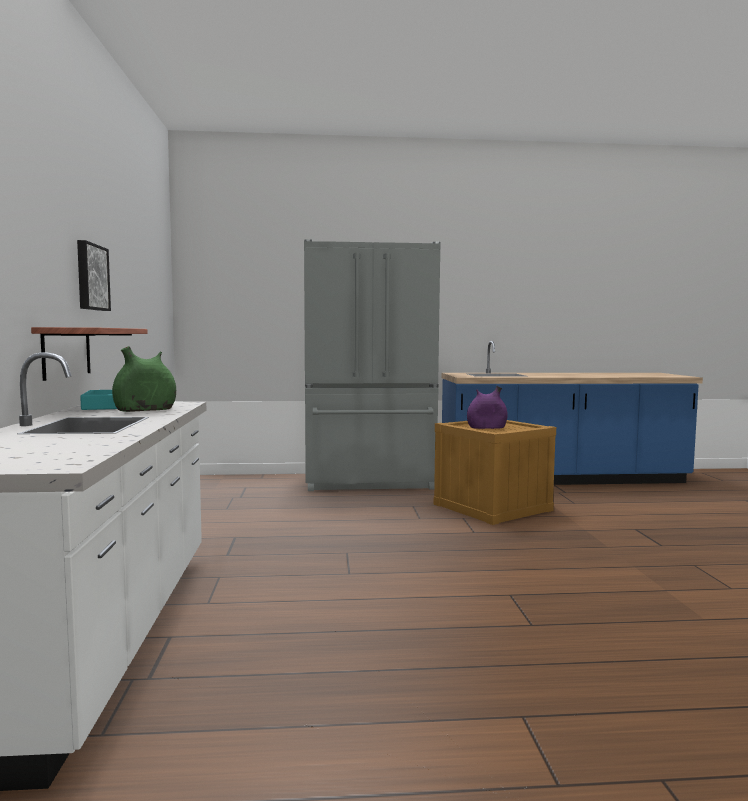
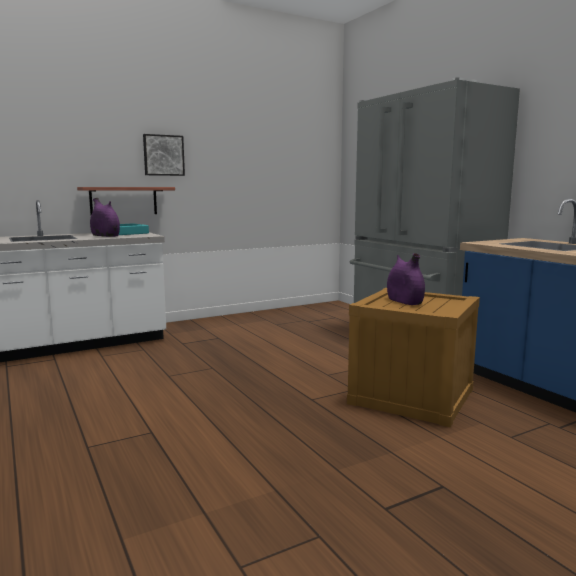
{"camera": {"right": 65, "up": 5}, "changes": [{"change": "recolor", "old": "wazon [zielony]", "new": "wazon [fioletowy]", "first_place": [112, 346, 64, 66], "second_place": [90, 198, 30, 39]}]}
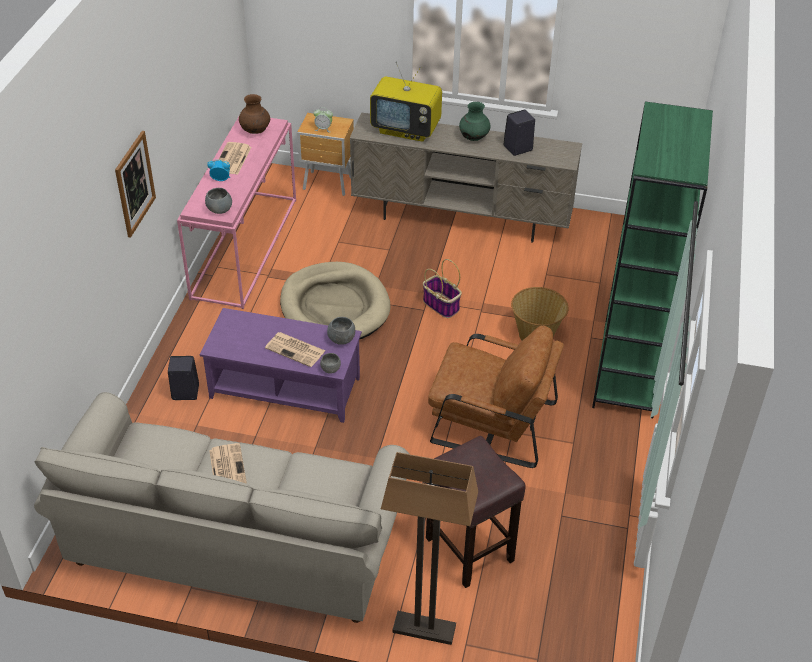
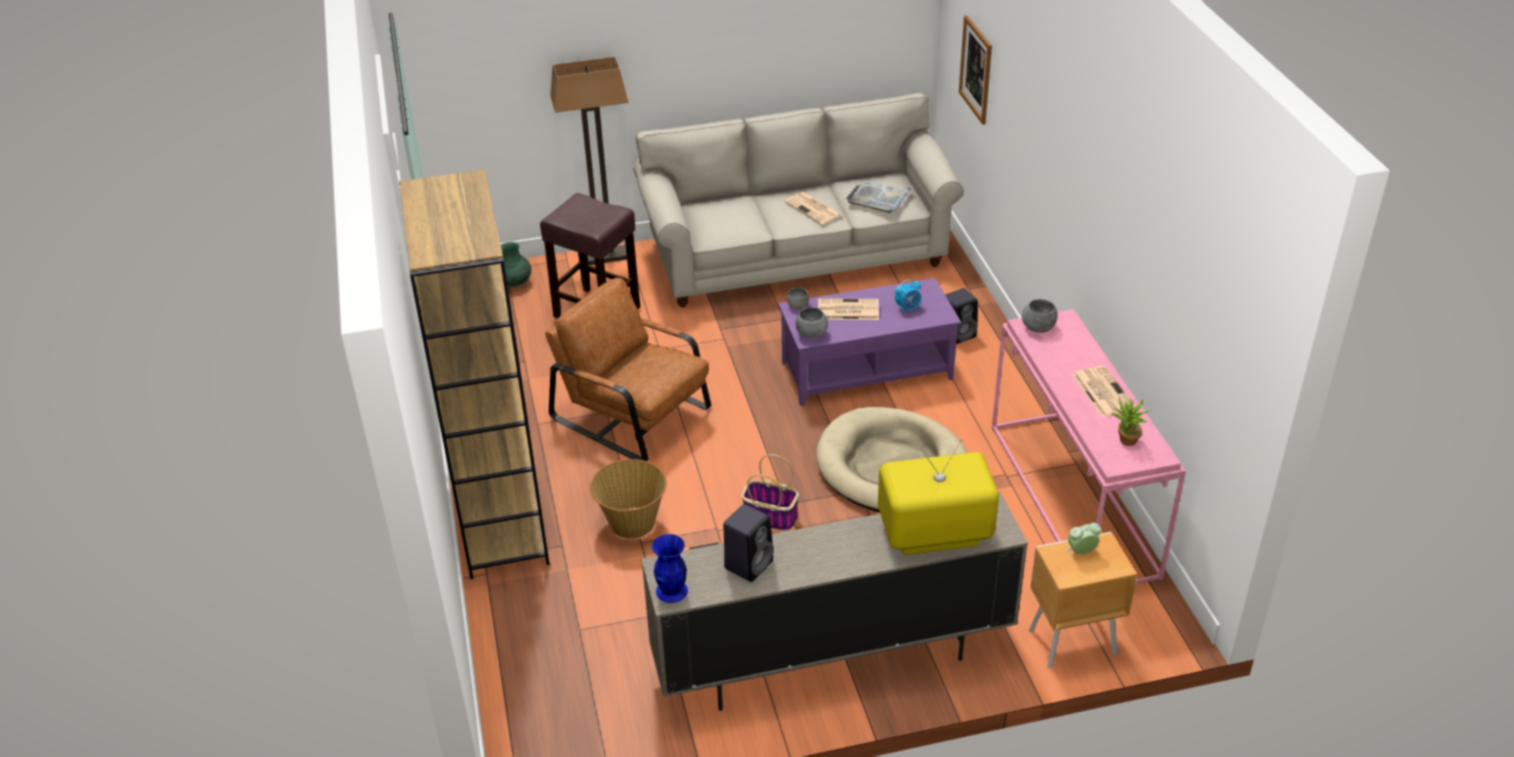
{"camera": {"right": 155, "up": -5}, "changes": [{"change": "recolor", "old": "regał [zielony]", "new": "regał [brązowy]", "first_place": [592, 101, 121, 317], "second_place": [399, 169, 151, 410]}, {"change": "move", "old": "wazon [zielony]", "first_place": [459, 102, 31, 39], "second_place": [501, 242, 30, 45]}, {"change": "rotate", "old": "fotel [brązowy]", "first_place": [428, 326, 136, 142], "second_place": [545, 278, 166, 183], "degrees": 45}, {"change": "insert", "new": "wazon [niebieski]", "second_place": [652, 534, 36, 69]}, {"change": "insert", "new": "taca [szary]", "second_place": [846, 182, 67, 31]}, {"change": "move", "old": "budzik", "first_place": [207, 160, 23, 21], "second_place": [895, 279, 26, 34]}, {"change": "move", "old": "obraz", "first_place": [115, 131, 41, 107], "second_place": [959, 15, 33, 110]}, {"change": "replace", "old": "wazon [brązowy]", "new": "roślina doniczkowa", "first_place": [239, 94, 31, 40], "second_place": [1112, 399, 40, 47]}]}
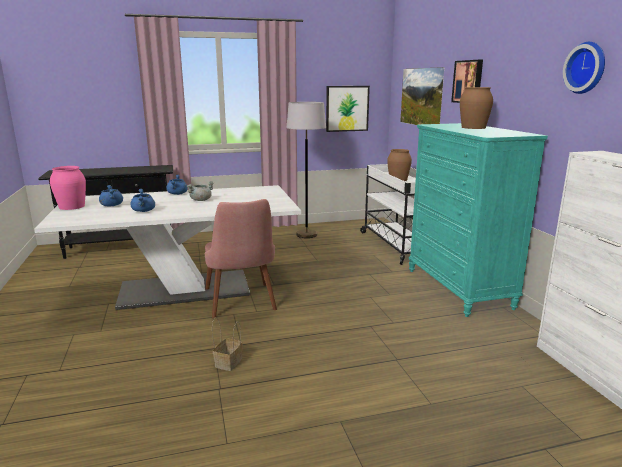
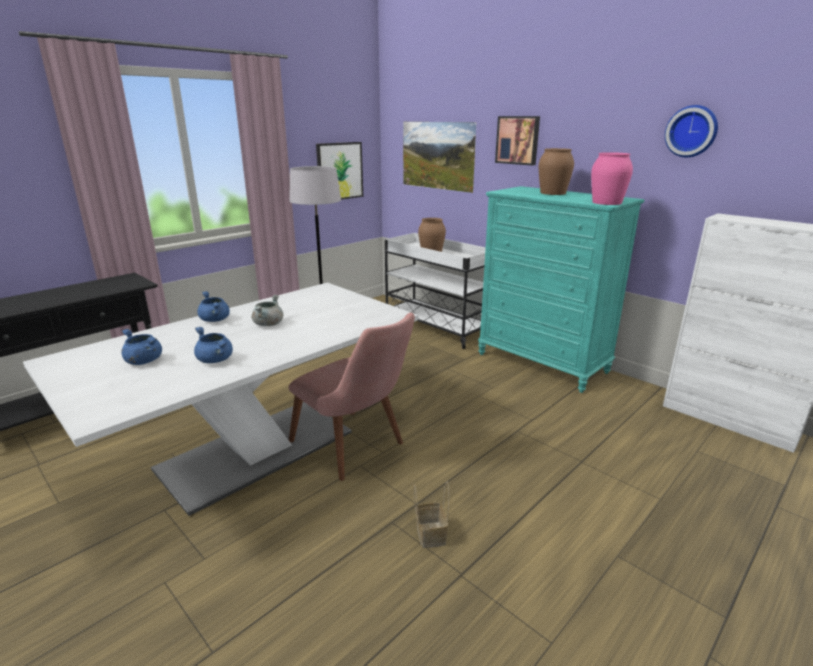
{"camera": {"right": -30, "up": 5}, "changes": [{"change": "move", "old": "wazon [różowy]", "first_place": [50, 166, 36, 44], "second_place": [591, 152, 42, 53]}]}
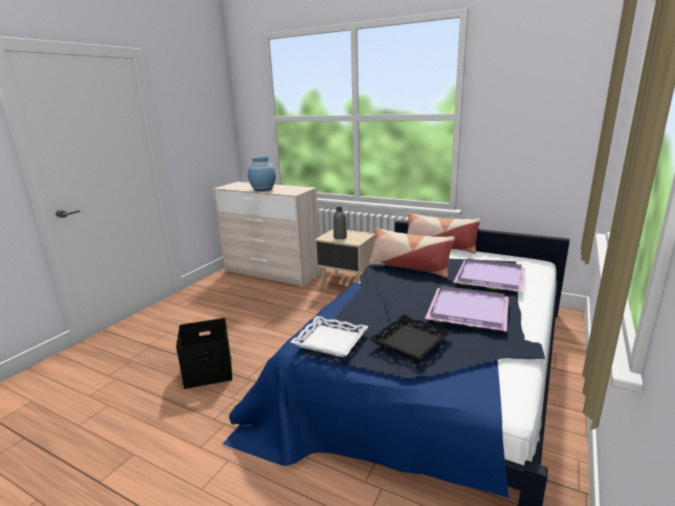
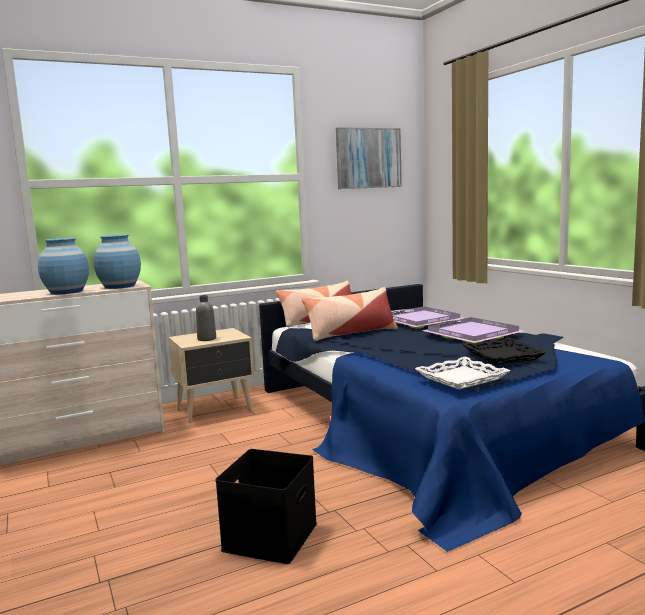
{"camera": {"right": -55, "up": -10}, "changes": [{"change": "insert", "new": "wazon [niebieski]", "second_place": [94, 234, 47, 55]}, {"change": "insert", "new": "obraz", "second_place": [336, 127, 66, 62]}]}
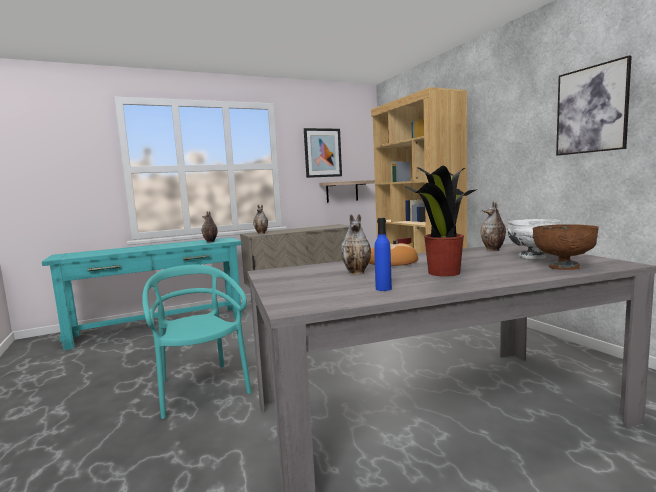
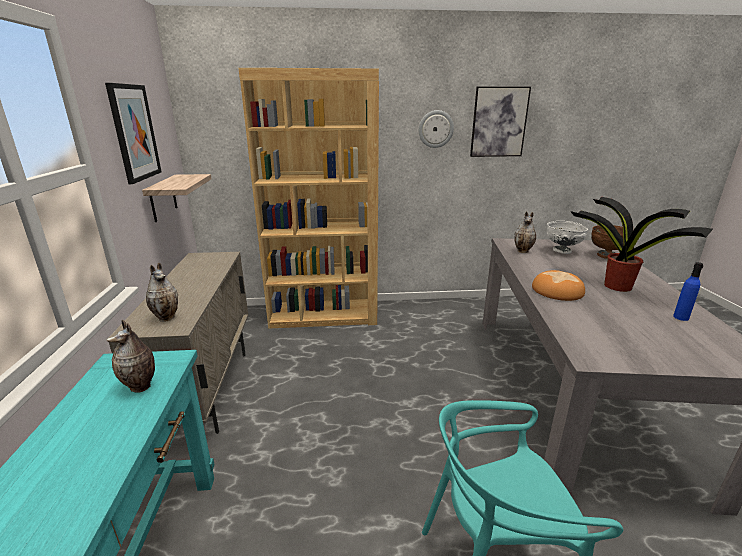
{"camera": {"right": -70, "up": 15}, "changes": [{"change": "insert", "new": "zegar ścienny", "second_place": [419, 110, 35, 38]}, {"change": "delete", "old": "wazon", "first_place": [341, 214, 30, 61]}]}
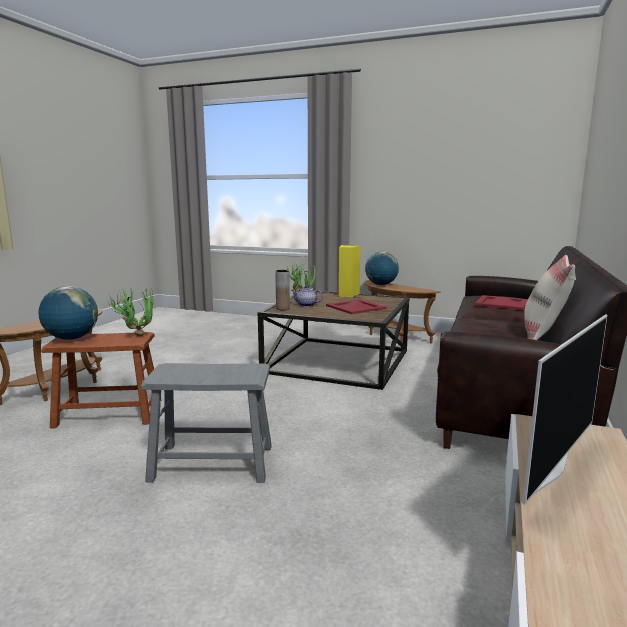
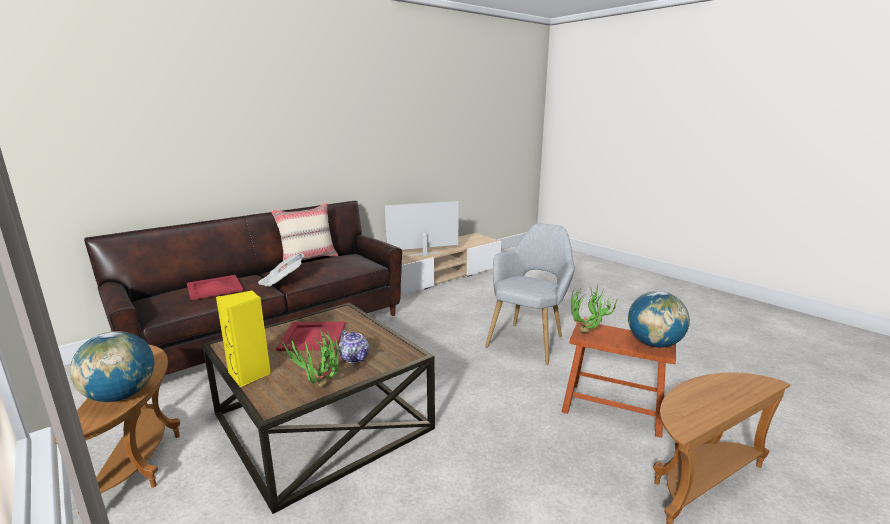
{"camera": {"right": -150, "up": 5}, "changes": [{"change": "insert", "new": "gazeta", "second_place": [258, 253, 46, 34]}, {"change": "replace", "old": "stołek [szary]", "new": "fotel [szary]", "first_place": [141, 363, 131, 120], "second_place": [485, 223, 90, 142]}, {"change": "delete", "old": "wazon [brązowy]", "first_place": [275, 270, 15, 40]}]}
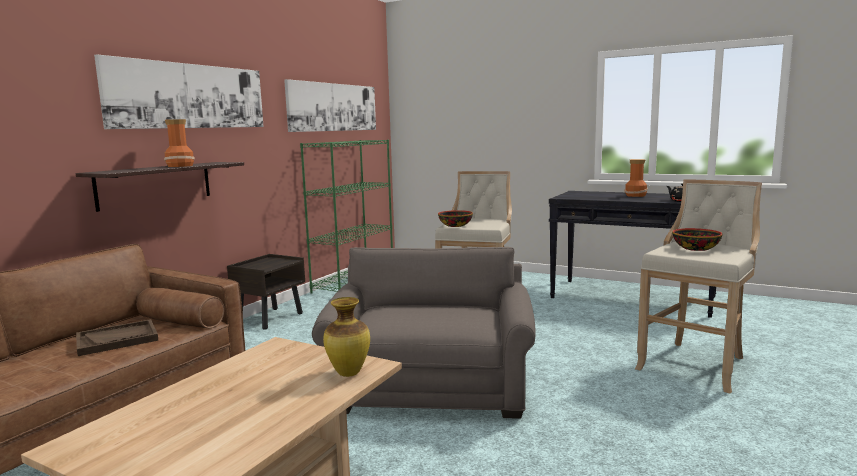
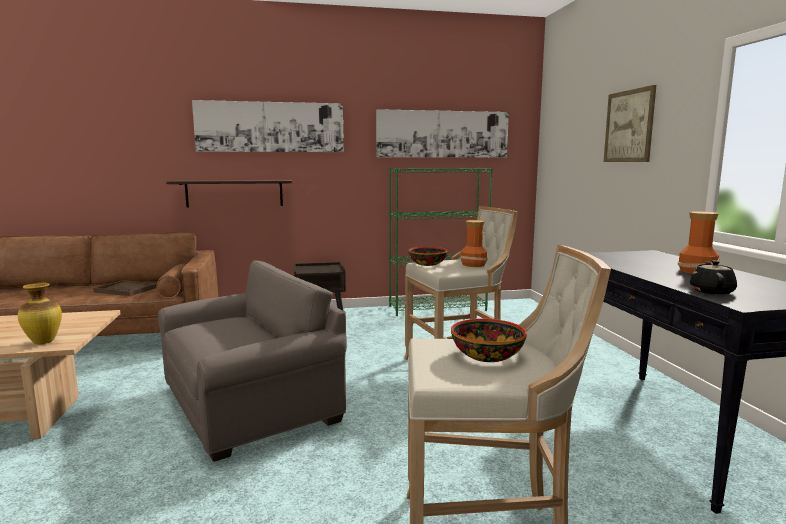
{"camera": {"right": 50, "up": 0}, "changes": [{"change": "move", "old": "wazon", "first_place": [164, 119, 31, 48], "second_place": [460, 220, 28, 47]}, {"change": "insert", "new": "obraz", "second_place": [604, 85, 52, 77]}]}
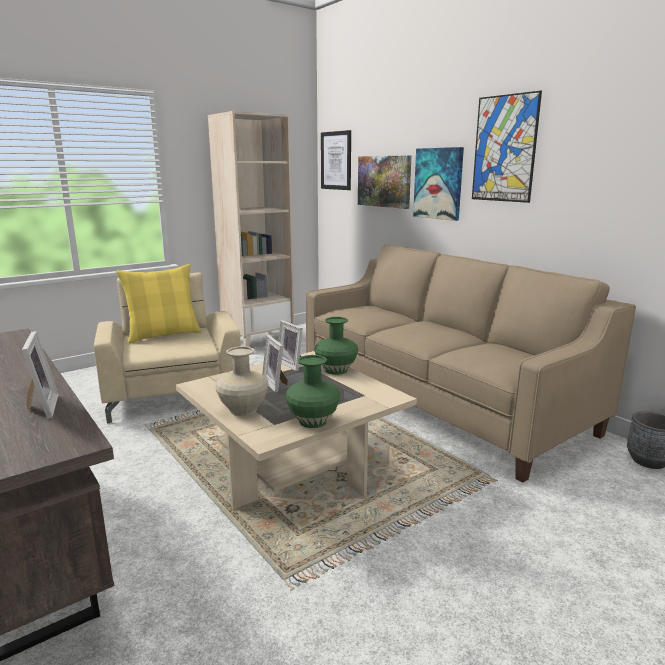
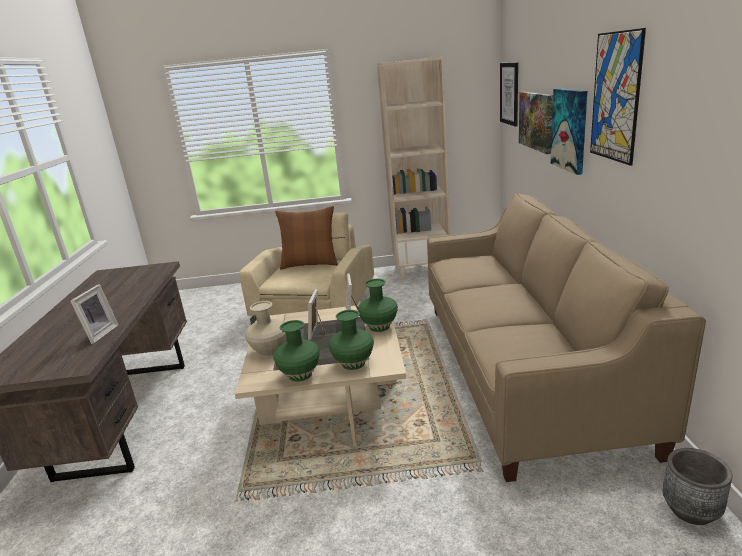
{"camera": {"right": 35, "up": 5}, "changes": [{"change": "recolor", "old": "poduszka [żółty]", "new": "poduszka [brązowy]", "first_place": [116, 264, 85, 79], "second_place": [275, 206, 63, 63]}, {"change": "insert", "new": "wazon [zielony]", "second_place": [329, 310, 45, 60]}]}
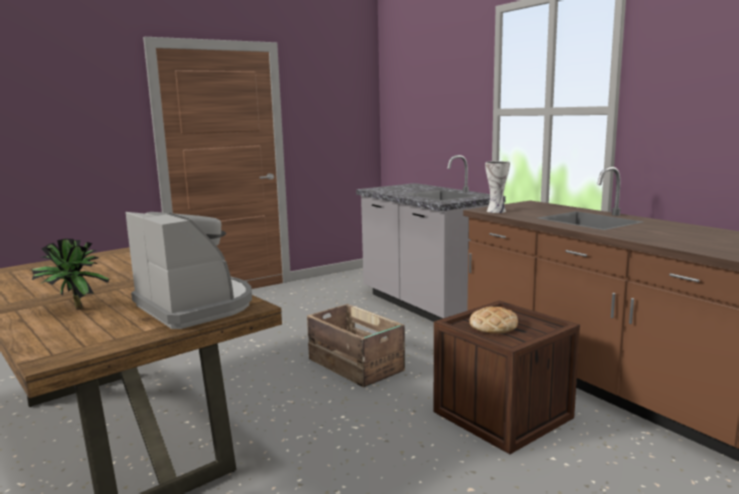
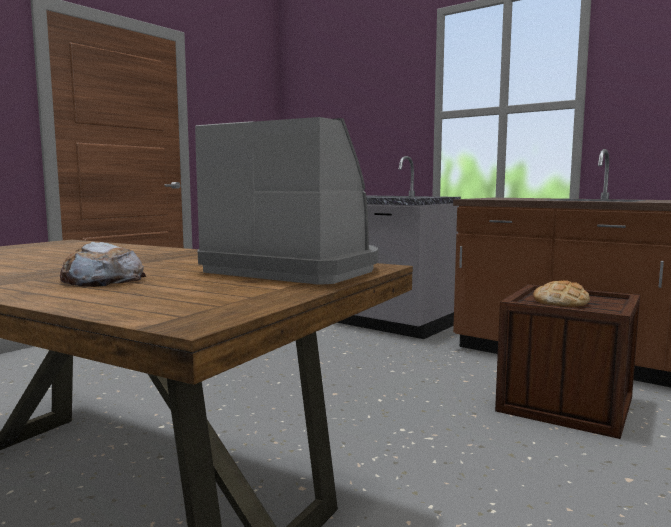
{"camera": {"right": -20, "up": -5}, "changes": [{"change": "replace", "old": "roślina doniczkowa", "new": "chleb", "first_place": [29, 239, 81, 71], "second_place": [60, 241, 86, 46]}, {"change": "delete", "old": "skrzynka", "first_place": [307, 304, 98, 84]}, {"change": "delete", "old": "wazon", "first_place": [485, 161, 25, 52]}]}
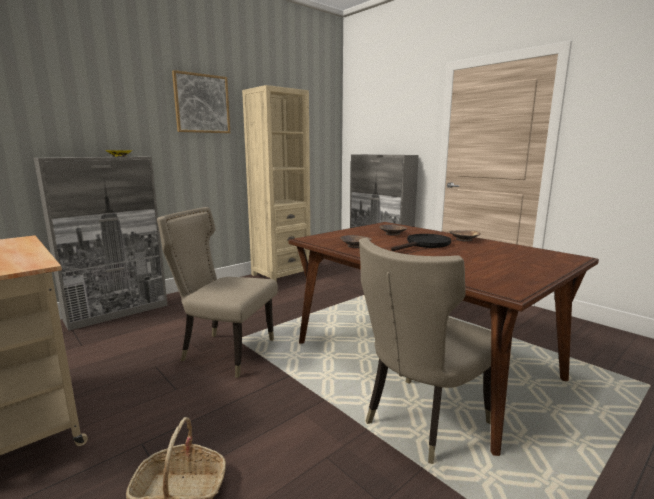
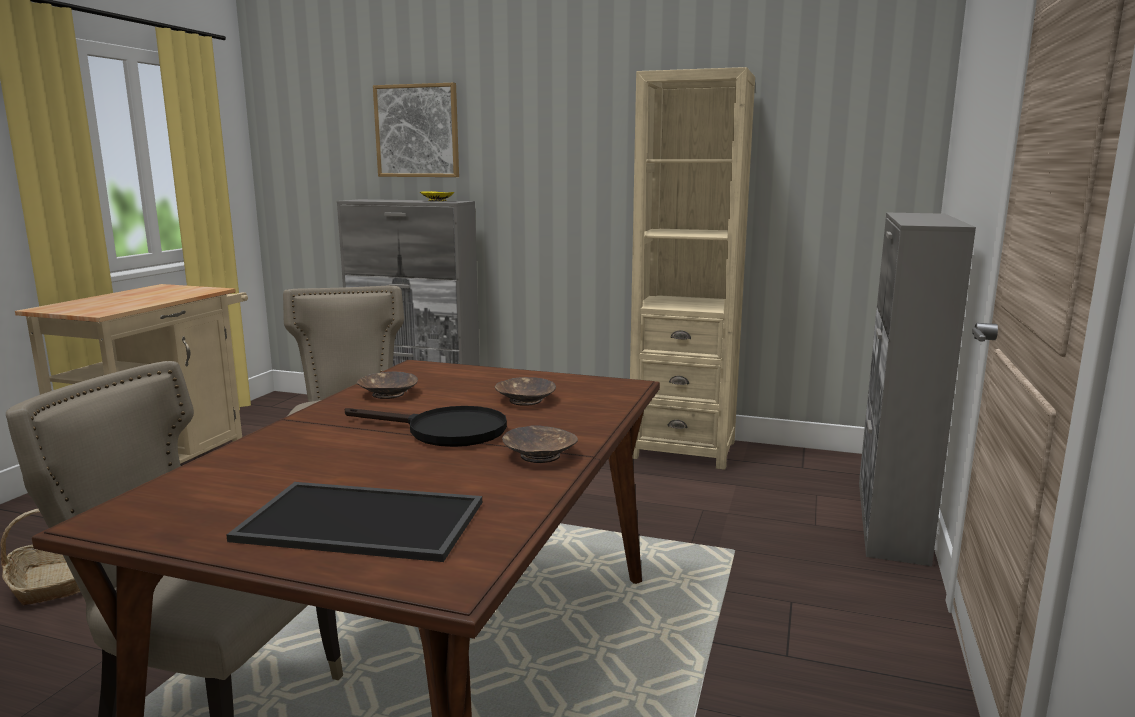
{"camera": {"right": 60, "up": 0}, "changes": [{"change": "insert", "new": "taca", "second_place": [226, 482, 256, 80]}, {"change": "move", "old": "obraz", "first_place": [172, 70, 58, 63], "second_place": [373, 83, 86, 94]}]}
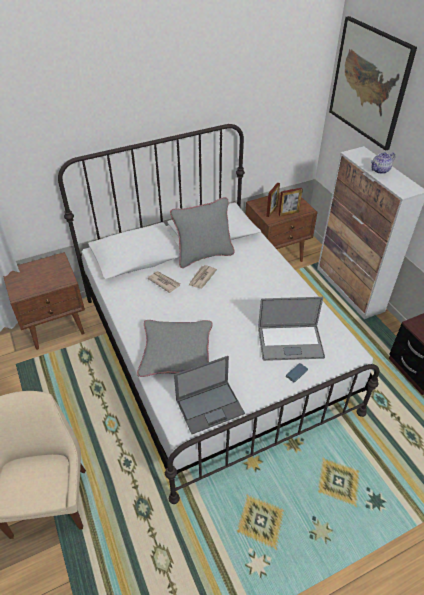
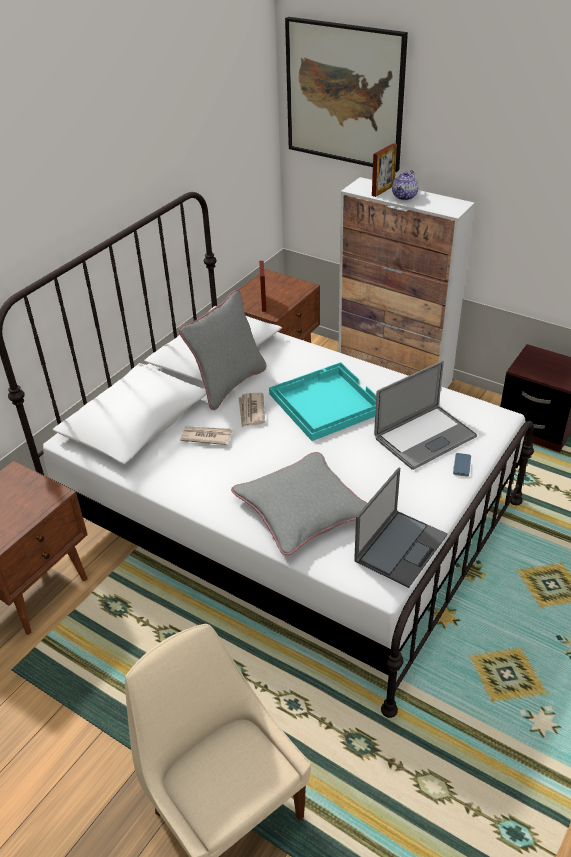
{"camera": {"right": -30, "up": -5}, "changes": [{"change": "insert", "new": "taca [turkusowy]", "second_place": [269, 362, 107, 79]}, {"change": "move", "old": "ramka na zdjęcie", "first_place": [279, 188, 24, 28], "second_place": [372, 143, 25, 54]}]}
